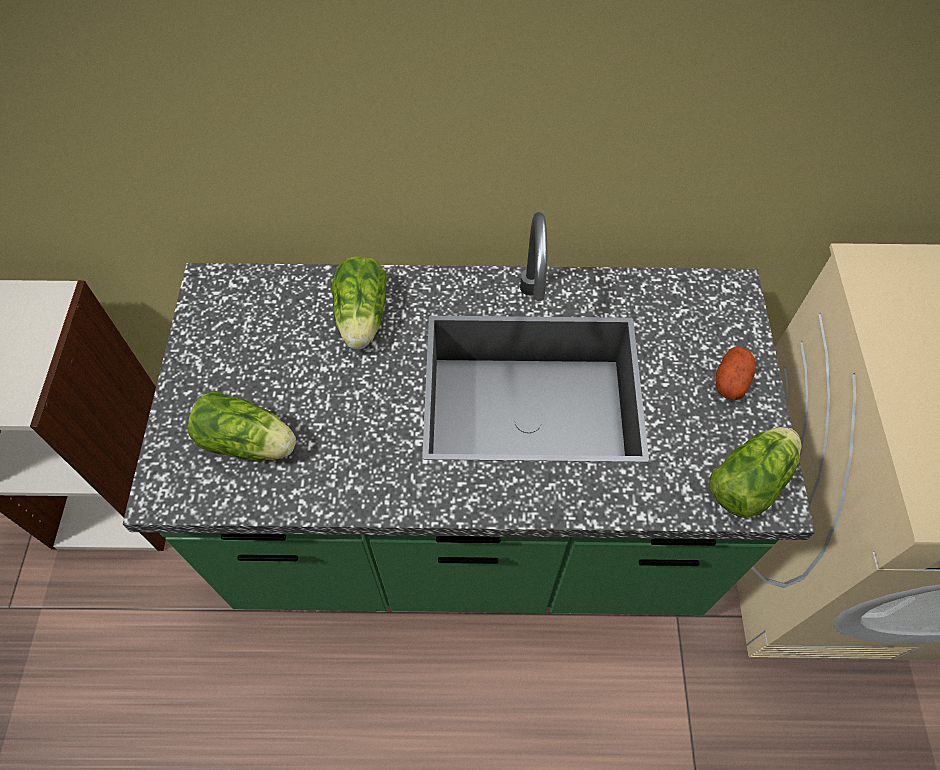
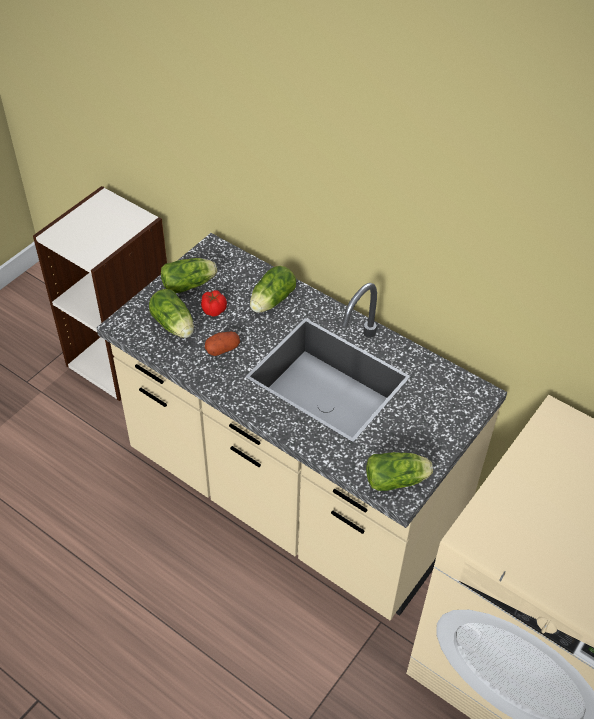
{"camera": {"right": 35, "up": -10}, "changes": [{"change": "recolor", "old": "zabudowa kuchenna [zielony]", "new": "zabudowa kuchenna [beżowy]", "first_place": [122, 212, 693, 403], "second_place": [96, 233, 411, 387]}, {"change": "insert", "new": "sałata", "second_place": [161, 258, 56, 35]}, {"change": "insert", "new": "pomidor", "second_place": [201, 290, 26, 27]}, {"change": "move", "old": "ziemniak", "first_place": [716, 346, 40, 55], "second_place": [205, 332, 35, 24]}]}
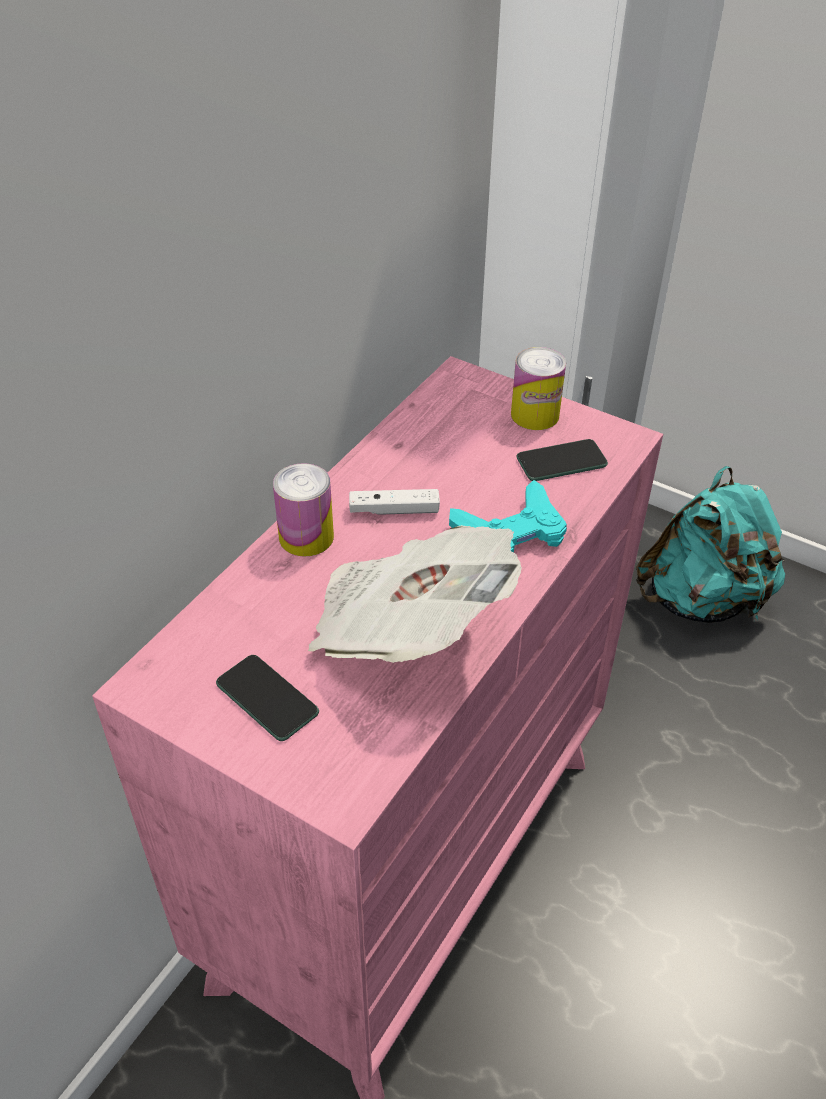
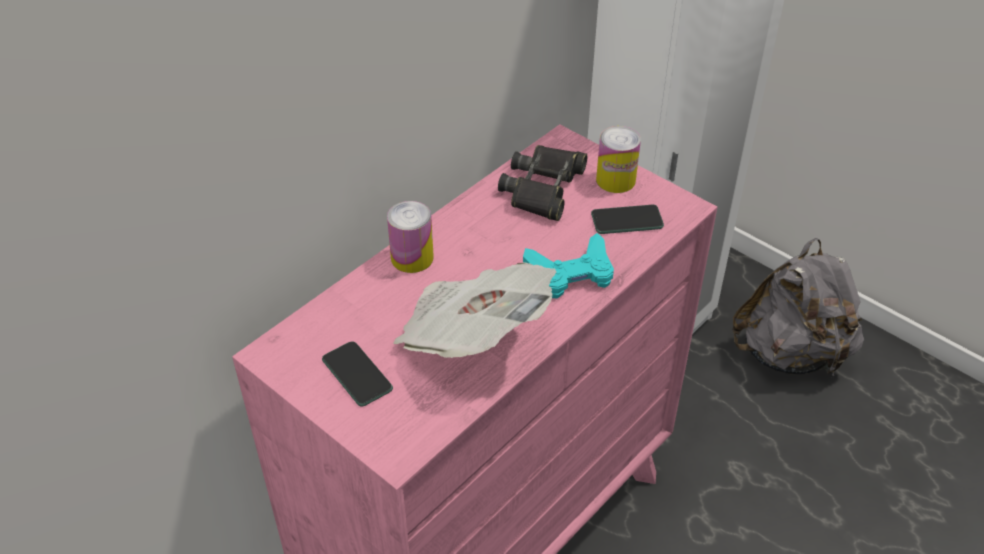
{"camera": {"right": 10, "up": 0}, "changes": [{"change": "insert", "new": "lornetka [czarny]", "second_place": [498, 145, 90, 76]}, {"change": "recolor", "old": "plecak [turkusowy]", "new": "plecak [szary]", "first_place": [637, 466, 148, 157], "second_place": [732, 238, 132, 140]}, {"change": "delete", "old": "pad do gier [biały]", "first_place": [349, 489, 91, 26]}]}
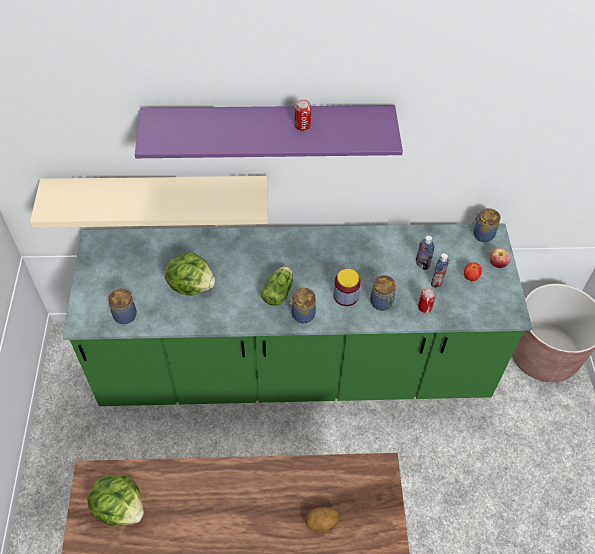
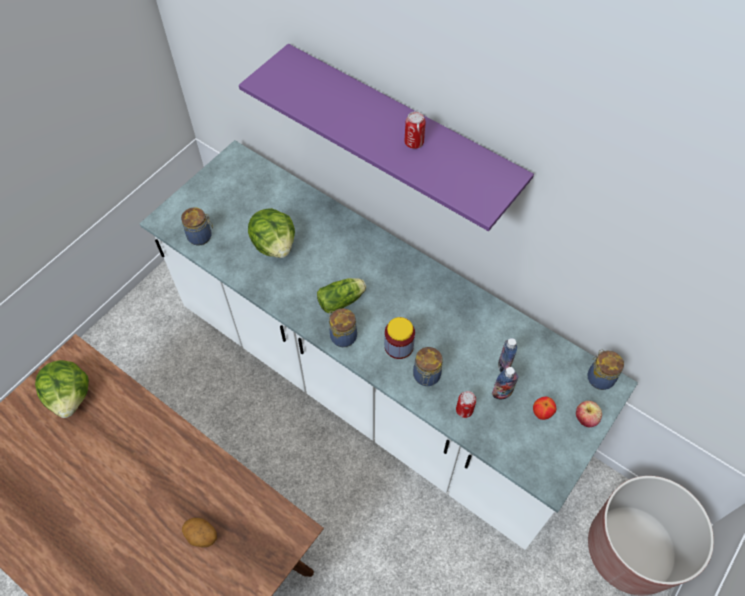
{"camera": {"right": 40, "up": 5}, "changes": [{"change": "recolor", "old": "zabudowa kuchenna [zielony]", "new": "zabudowa kuchenna [biały]", "first_place": [62, 224, 470, 182], "second_place": [140, 140, 498, 410]}, {"change": "delete", "old": "półka [beżowy]", "first_place": [30, 176, 238, 52]}]}
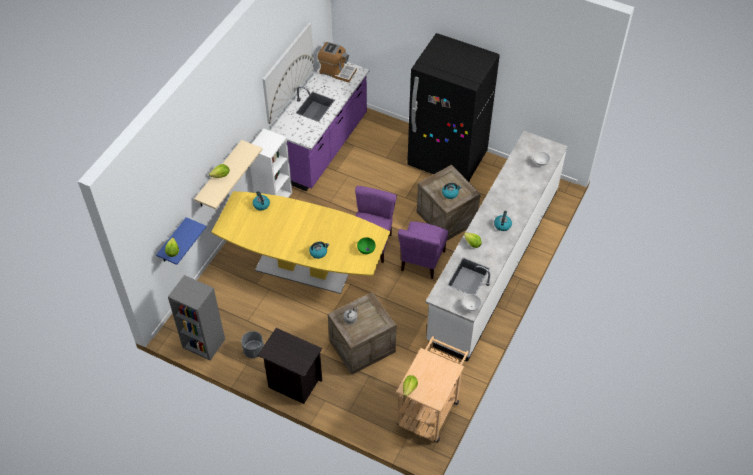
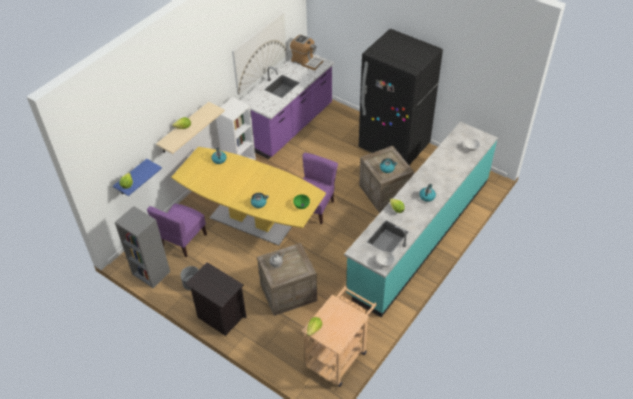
{"camera": {"right": 10, "up": -5}, "changes": [{"change": "move", "old": "krzesło [fioletowy]", "first_place": [398, 221, 50, 58], "second_place": [147, 204, 60, 53]}, {"change": "recolor", "old": "zabudowa kuchenna [biały]", "new": "zabudowa kuchenna [turkusowy]", "first_place": [426, 131, 141, 231], "second_place": [344, 122, 154, 195]}]}
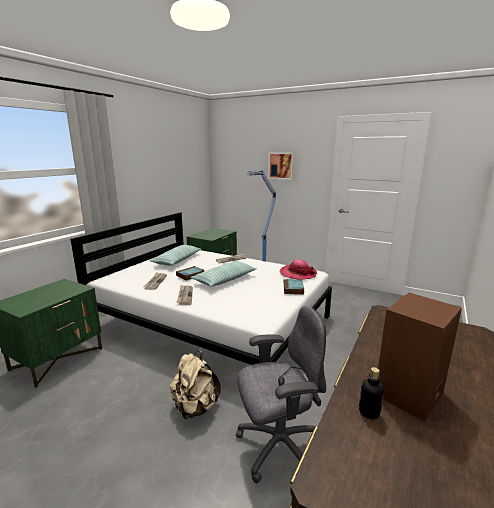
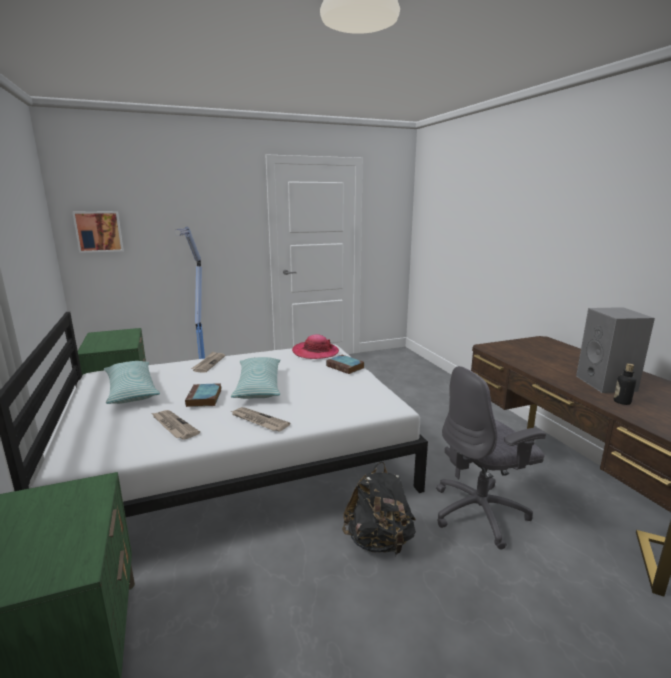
{"camera": {"right": -50, "up": 0}, "changes": [{"change": "move", "old": "obraz", "first_place": [268, 152, 26, 28], "second_place": [72, 211, 52, 42]}, {"change": "recolor", "old": "plecak [beżowy]", "new": "plecak [czarny]", "first_place": [169, 351, 52, 69], "second_place": [342, 462, 74, 94]}, {"change": "rotate", "old": "krzesło biurowe [szary]", "first_place": [236, 306, 90, 177], "second_place": [436, 366, 110, 183], "degrees": -135}, {"change": "recolor", "old": "głośnik [brązowy]", "new": "głośnik [szary]", "first_place": [378, 293, 84, 128], "second_place": [576, 307, 79, 86]}]}
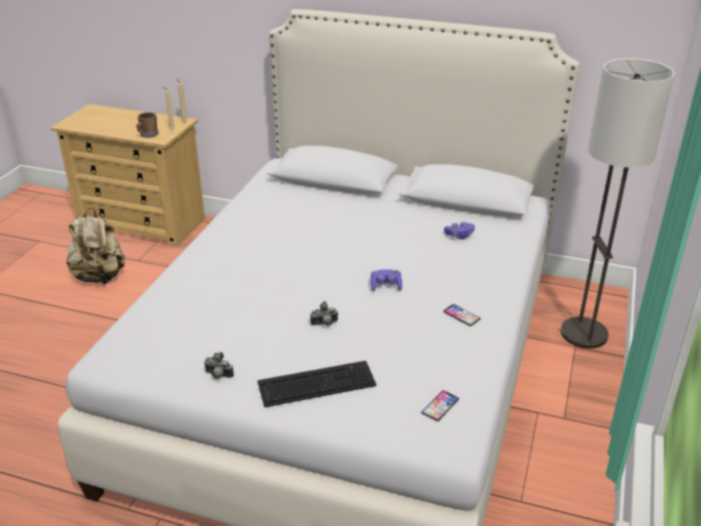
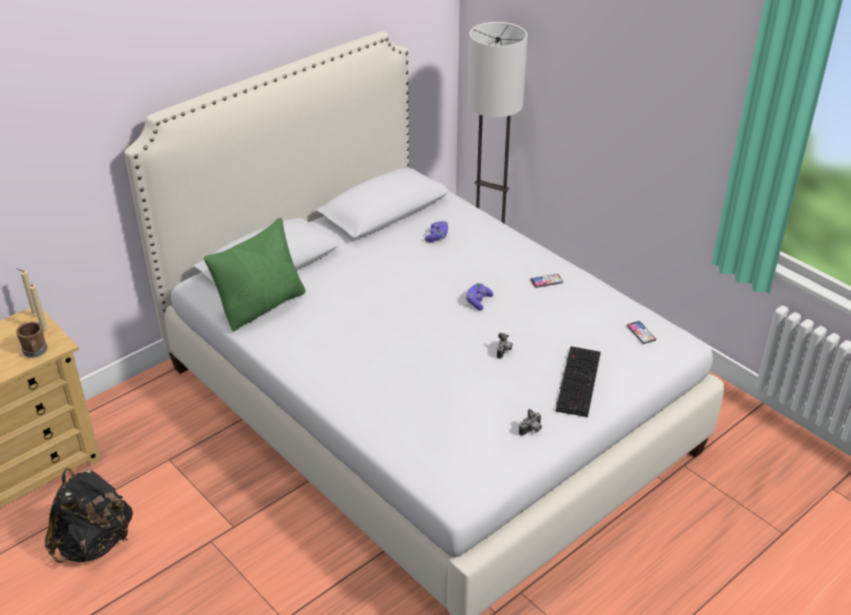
{"camera": {"right": -60, "up": 5}, "changes": [{"change": "recolor", "old": "plecak [beżowy]", "new": "plecak [czarny]", "first_place": [67, 208, 58, 77], "second_place": [45, 469, 88, 94]}, {"change": "insert", "new": "poduszka [zielony]", "second_place": [204, 217, 102, 114]}]}
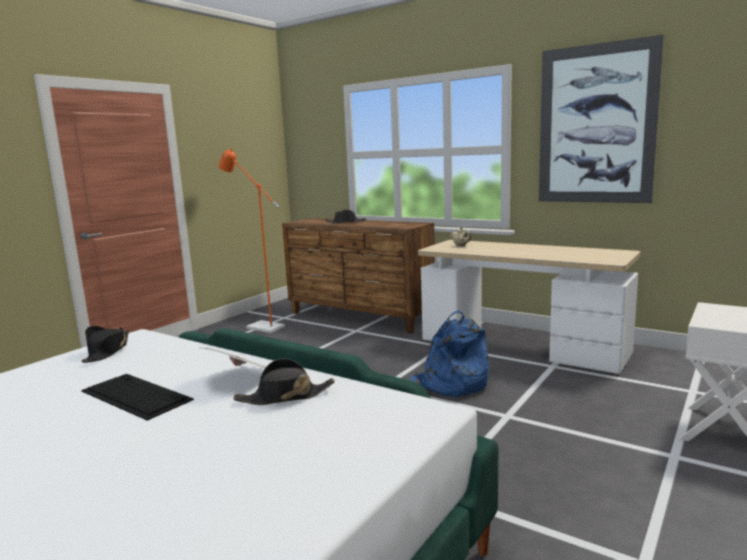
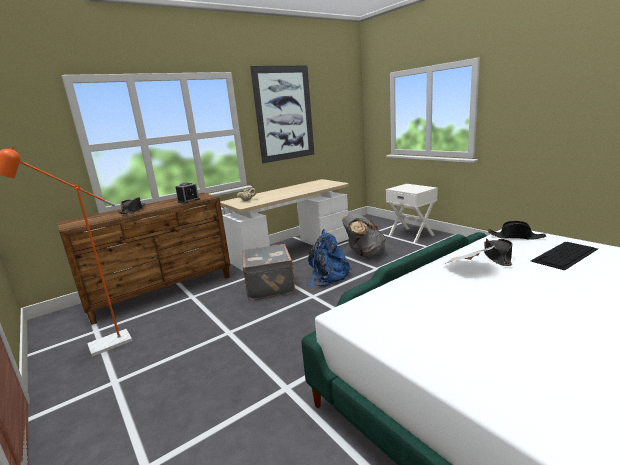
{"camera": {"right": -70, "up": 5}, "changes": [{"change": "insert", "new": "budzik", "second_place": [176, 183, 24, 21]}, {"change": "insert", "new": "walizka [szary]", "second_place": [242, 244, 53, 56]}, {"change": "insert", "new": "plecak [szary]", "second_place": [342, 213, 44, 45]}, {"change": "move", "old": "kapelusz [czarny]", "first_place": [81, 326, 48, 37], "second_place": [488, 221, 58, 19]}, {"change": "move", "old": "klawiatura", "first_place": [81, 374, 113, 47], "second_place": [531, 242, 67, 28]}]}
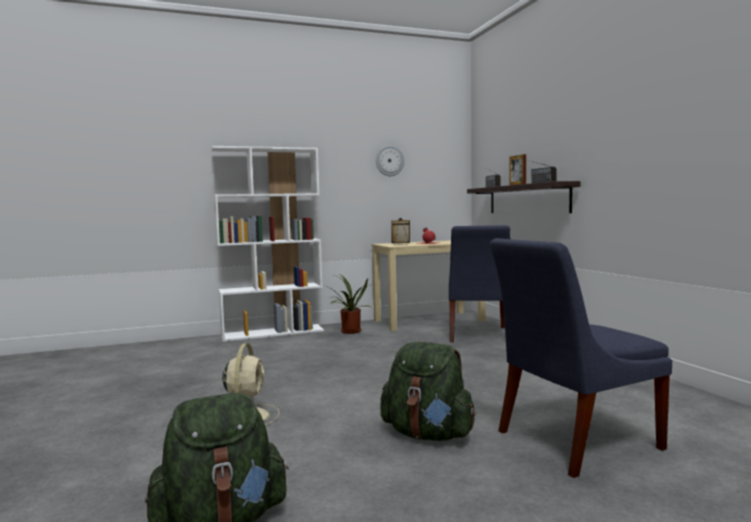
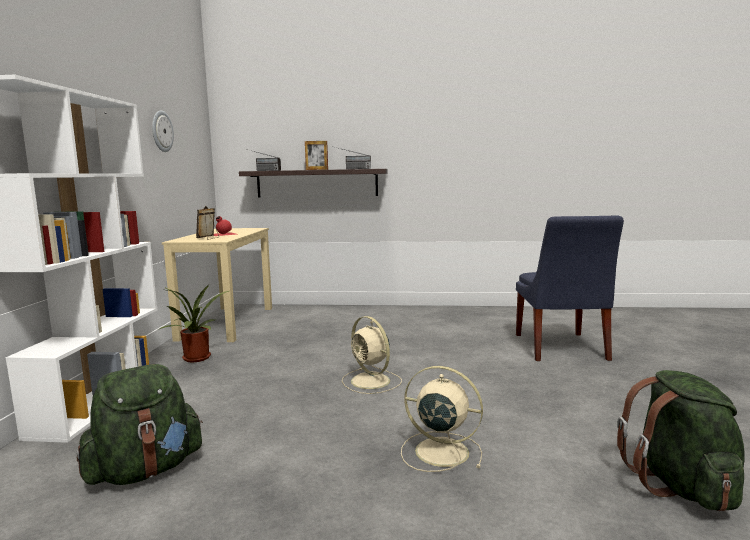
{"camera": {"right": -65, "up": 5}, "changes": [{"change": "move", "old": "plecak [zielony]", "first_place": [380, 342, 96, 99], "second_place": [77, 364, 126, 121]}, {"change": "insert", "new": "wentylator [beżowy]", "second_place": [342, 316, 60, 78]}, {"change": "delete", "old": "krzesło [niebieski]", "first_place": [449, 225, 61, 117]}]}
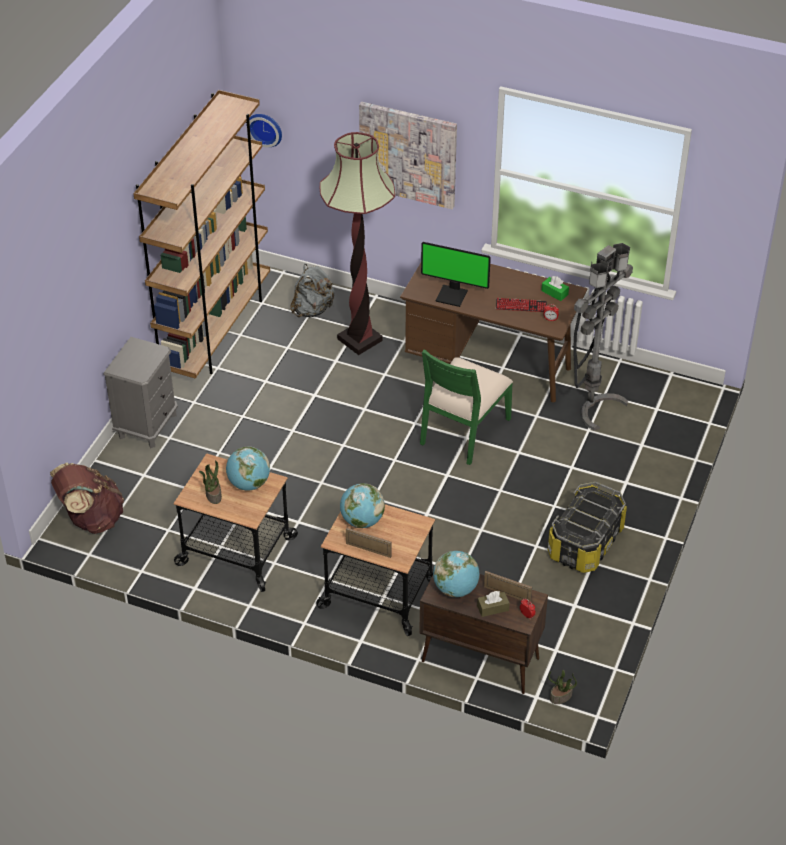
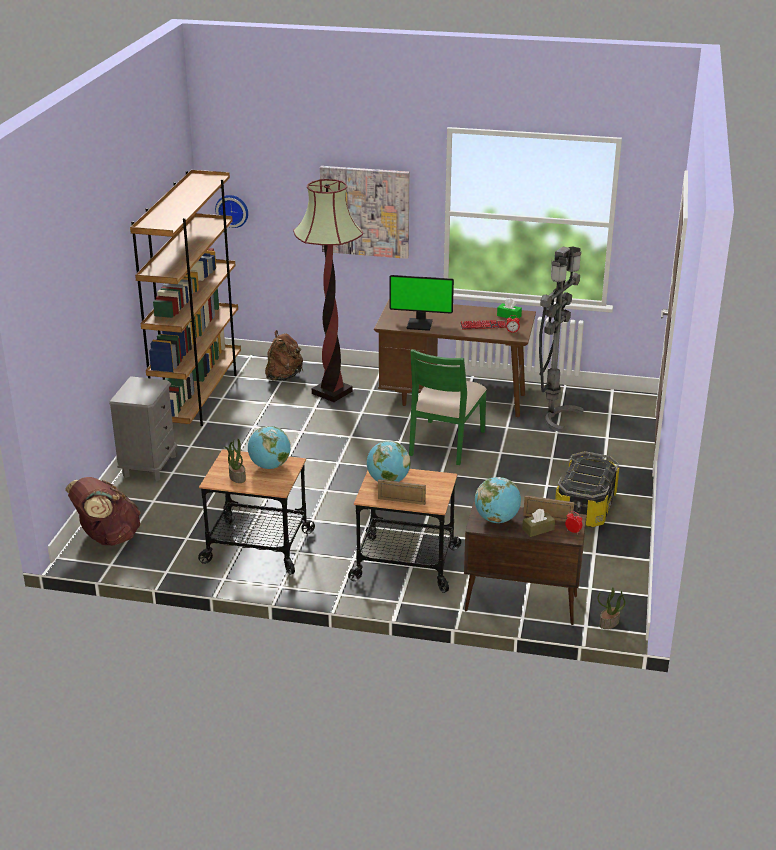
{"camera": {"right": -10, "up": -15}, "changes": [{"change": "recolor", "old": "plecak [szary]", "new": "plecak [brązowy]", "first_place": [290, 264, 45, 53], "second_place": [265, 330, 38, 51]}]}
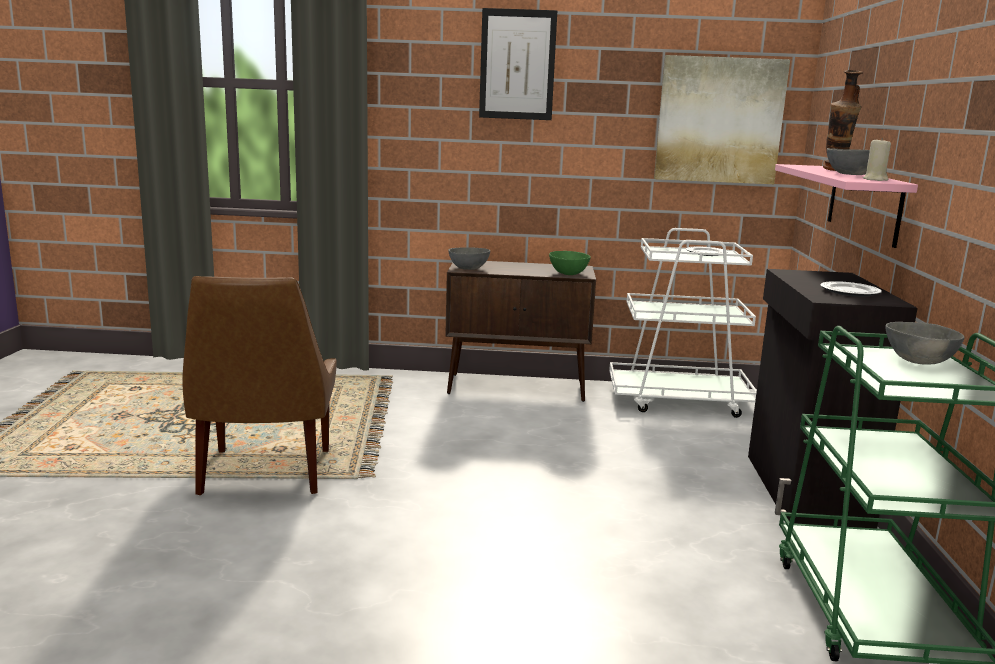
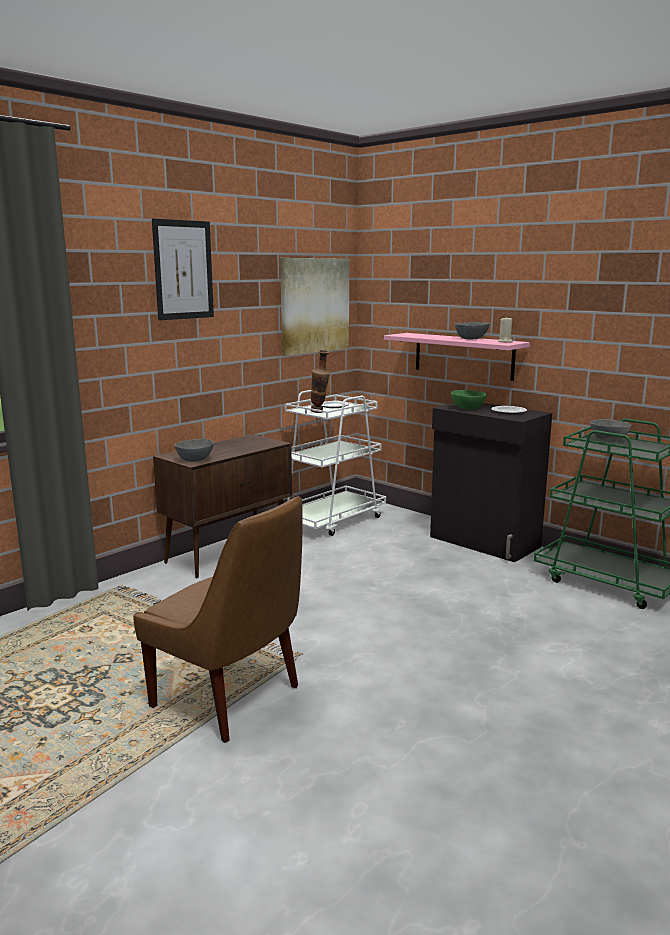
{"camera": {"right": -50, "up": 0}, "changes": [{"change": "move", "old": "wazon", "first_place": [823, 70, 40, 101], "second_place": [310, 350, 20, 63]}, {"change": "move", "old": "miska [zielony]", "first_place": [549, 251, 42, 24], "second_place": [451, 390, 36, 20]}]}
